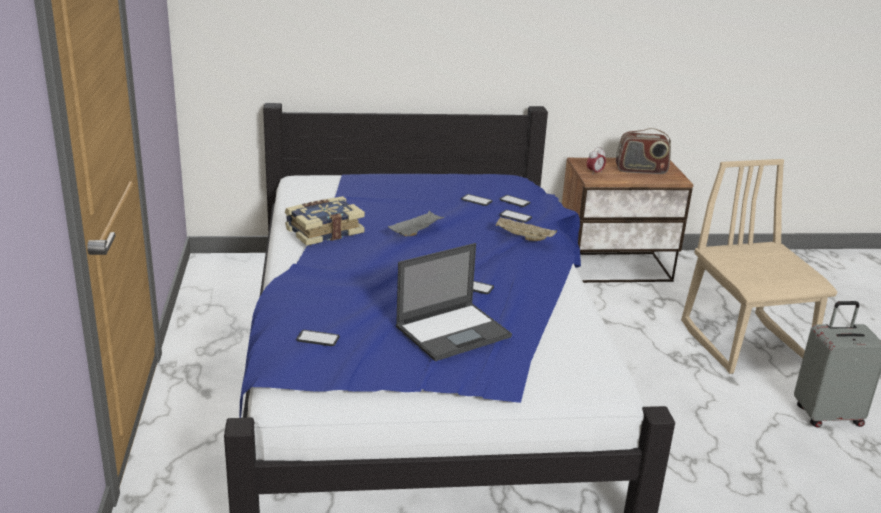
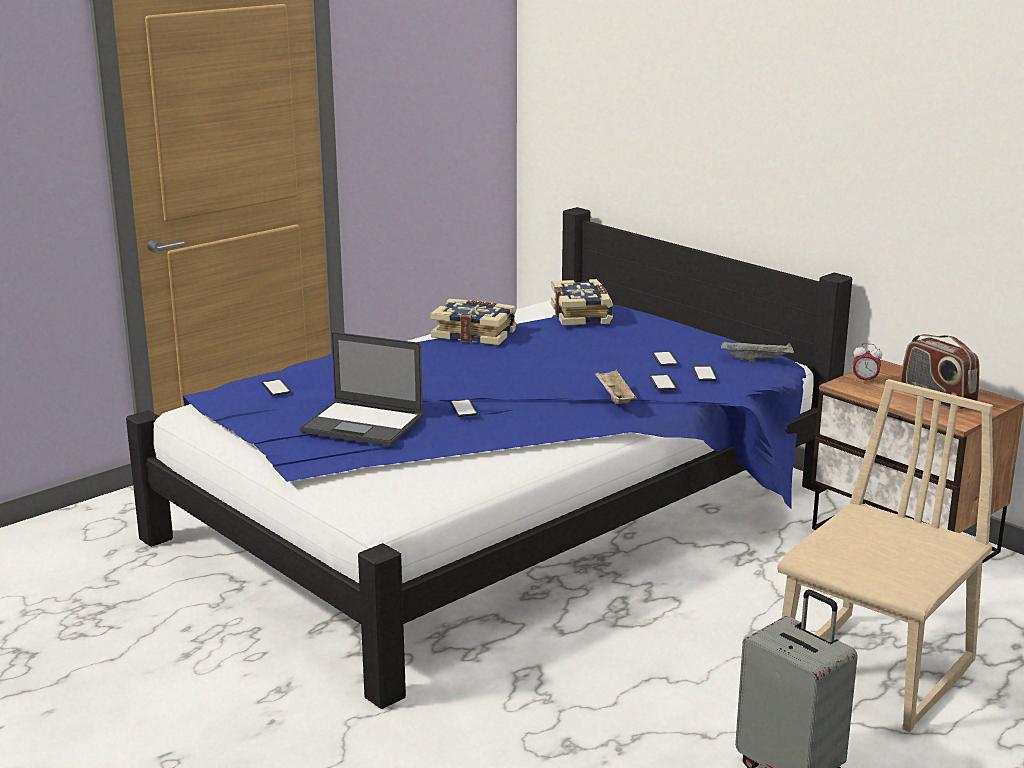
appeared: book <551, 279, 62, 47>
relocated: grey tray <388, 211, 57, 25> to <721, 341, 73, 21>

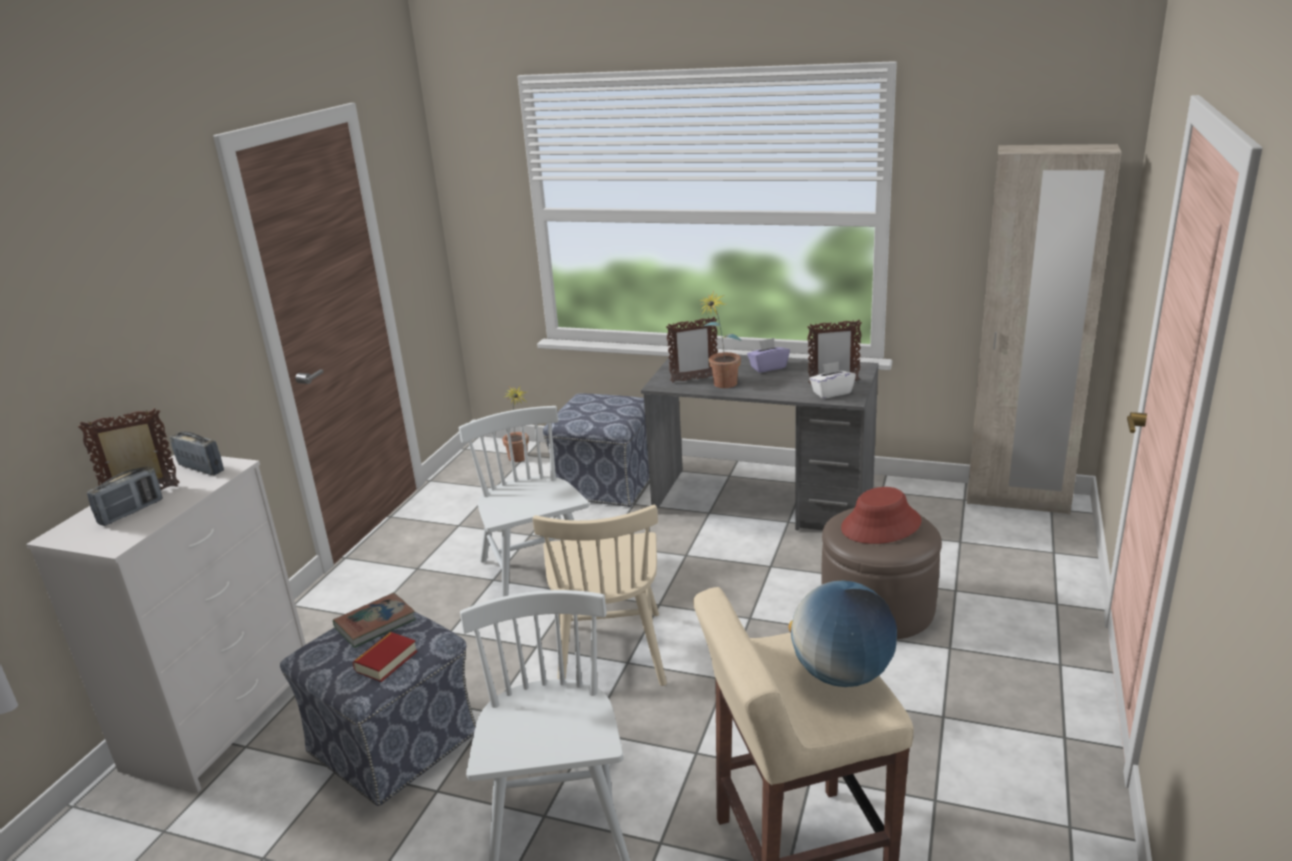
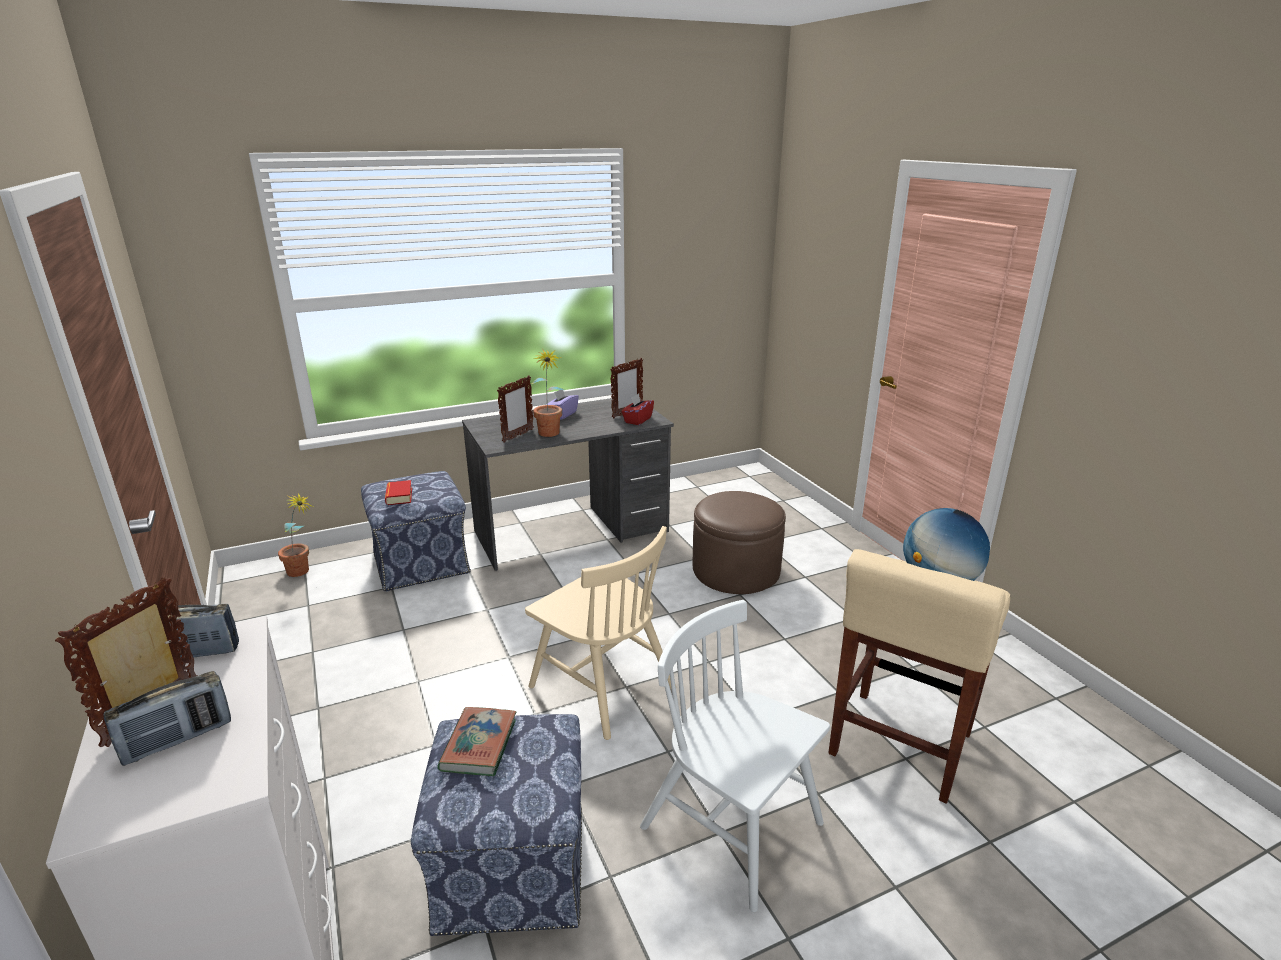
missing: white chair <459, 406, 130, 191>; red hat <841, 487, 80, 57>; beige wardrobe <967, 144, 155, 370>
relocated: book <352, 632, 65, 50> to <385, 480, 27, 25>
colour: white tissue box <809, 361, 47, 38> to red tissue box <622, 393, 32, 32>
spun: radio <87, 466, 76, 60> = <104, 671, 127, 95> 60 degrees clockwise

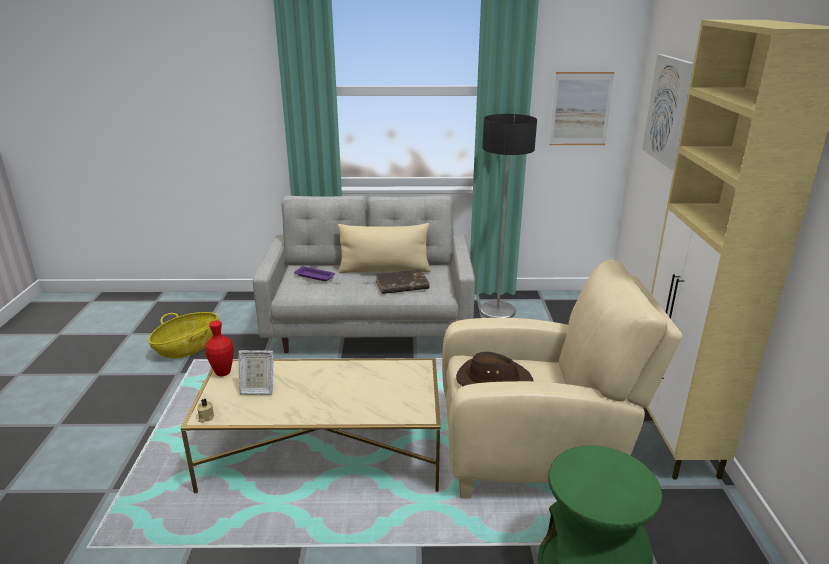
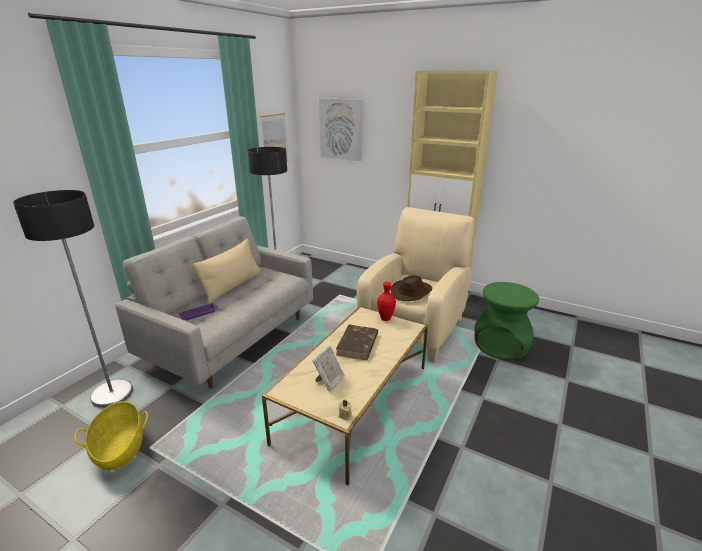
appeared: floor lamp <13, 190, 120, 218>
relocated: brown book <375, 269, 55, 25> to <336, 325, 42, 35>; red vase <205, 320, 29, 56> to <377, 282, 19, 39>

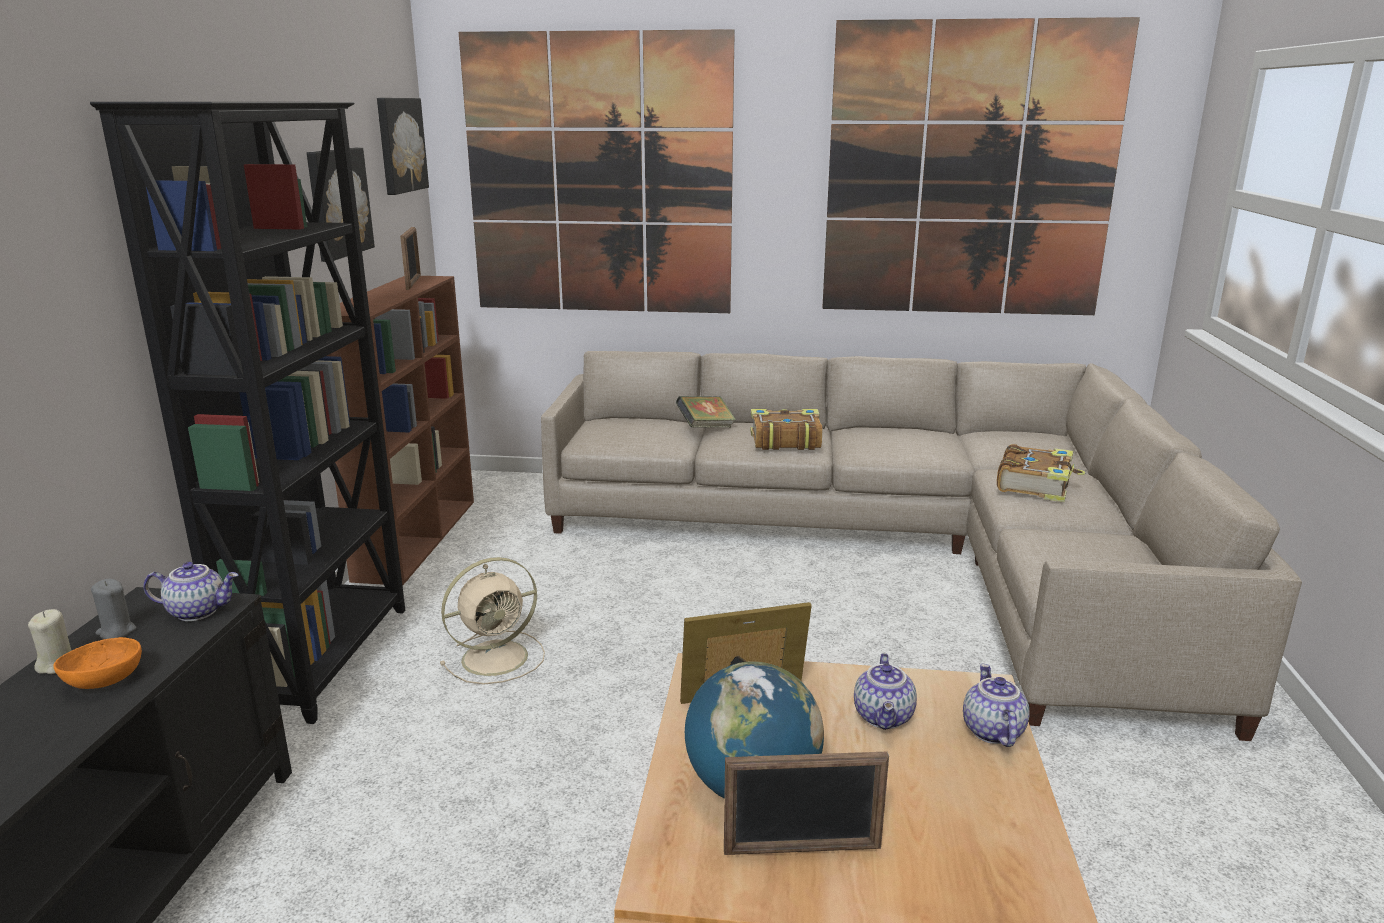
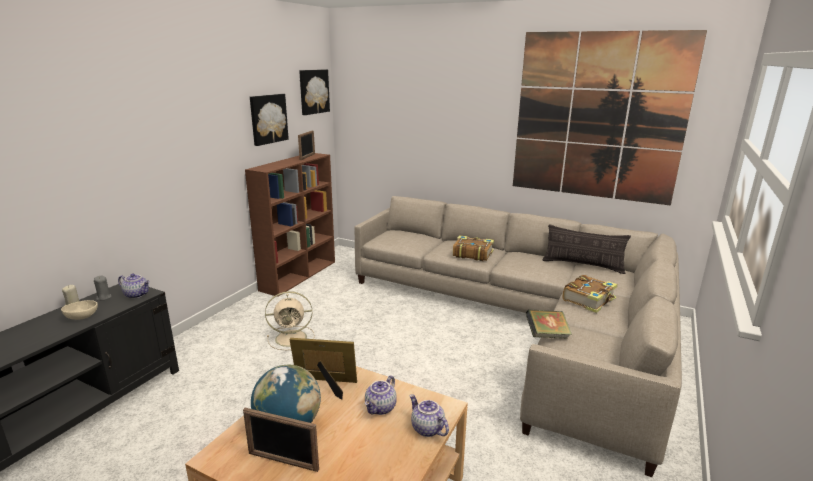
missing: black bookcase <90, 102, 315, 622>; picture <459, 29, 276, 284>
appeared: pillow <542, 224, 89, 50>
relocated: book <676, 396, 60, 31> to <526, 309, 46, 30>
colour: orange bowl <53, 637, 89, 52> to beige bowl <61, 300, 37, 20>
spun: teapot <963, 664, 67, 83> = <409, 394, 40, 43> 60 degrees counterclockwise

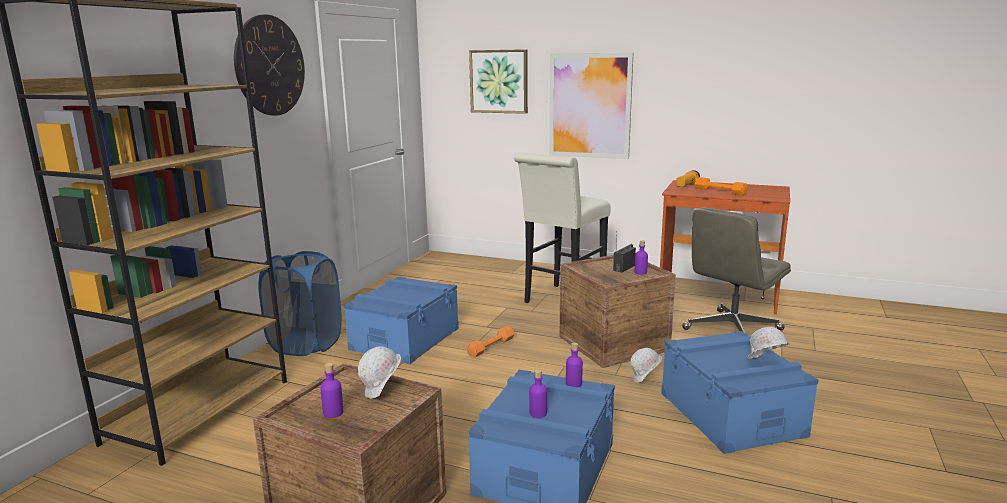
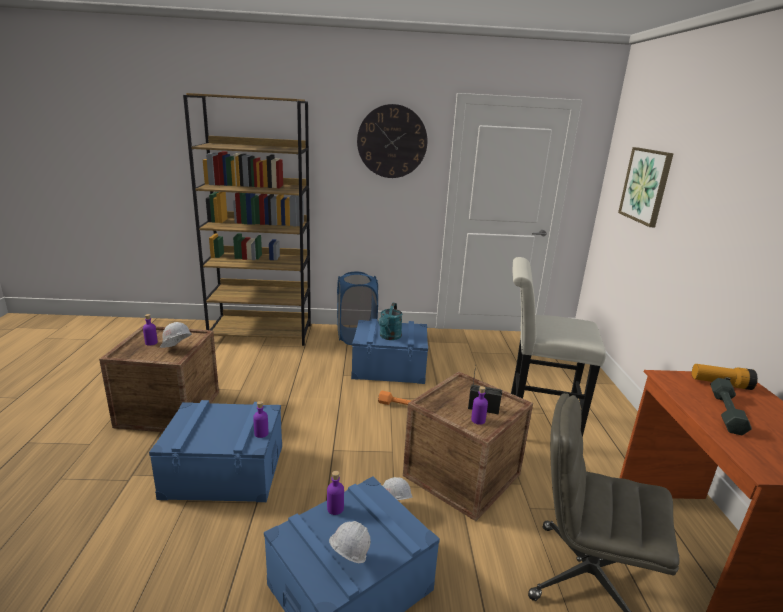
missing: picture <549, 52, 85, 107>
appeared: turquoise watering can <378, 303, 24, 37>
relocated: purple bottle <529, 369, 18, 49> to <327, 471, 17, 44>
colour: orange dumbbell <695, 177, 53, 18> to grey dumbbell <710, 378, 42, 57>

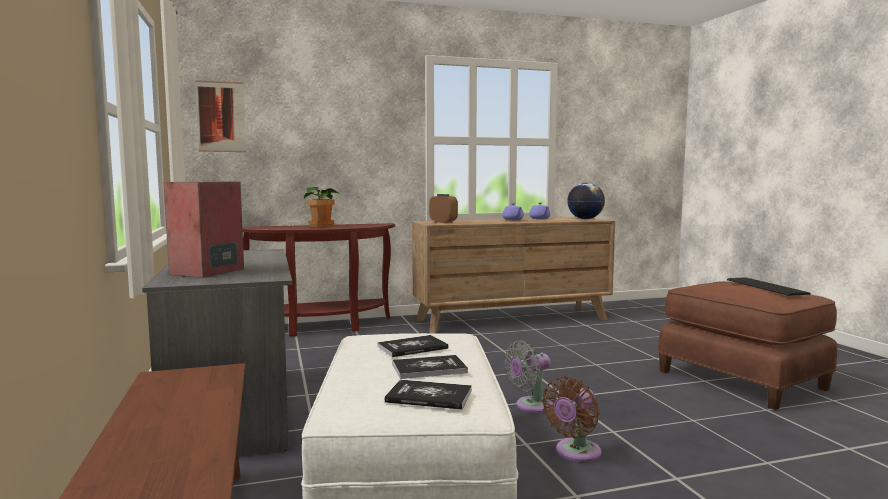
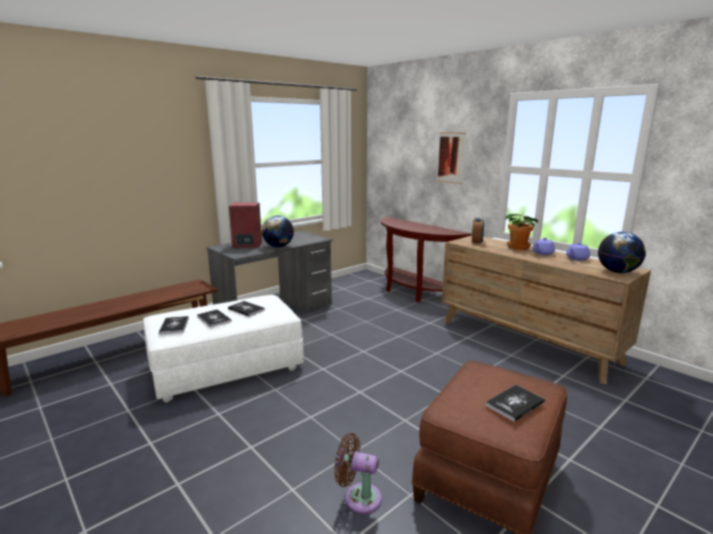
missing: grey fan <505, 340, 48, 73>
appeared: globe <262, 216, 32, 31>
relocated: brown fan <542, 376, 59, 86> to <334, 433, 48, 81>; picture <195, 80, 51, 72> to <436, 132, 30, 52>; potted plant <304, 187, 36, 41> to <506, 213, 32, 37>
exchanged: keyboard <727, 277, 84, 19> to book <485, 385, 60, 37>

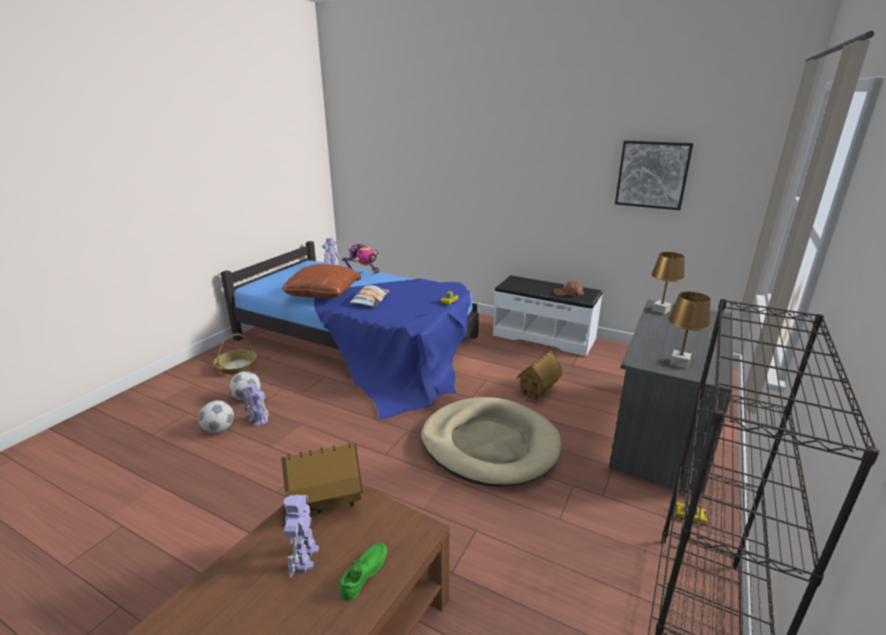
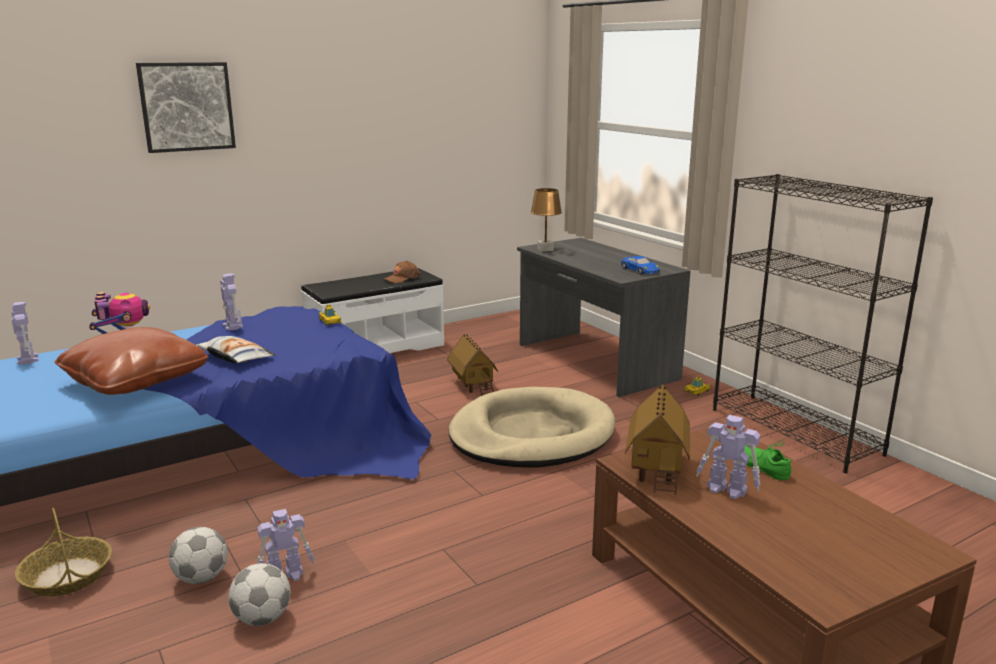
appeared: toy robot <220, 274, 23, 56>
relocated: picture <615, 140, 78, 70> to <136, 62, 100, 91>
exchanged: brown table lamp <668, 292, 43, 76> to blue toy car <621, 256, 38, 18>

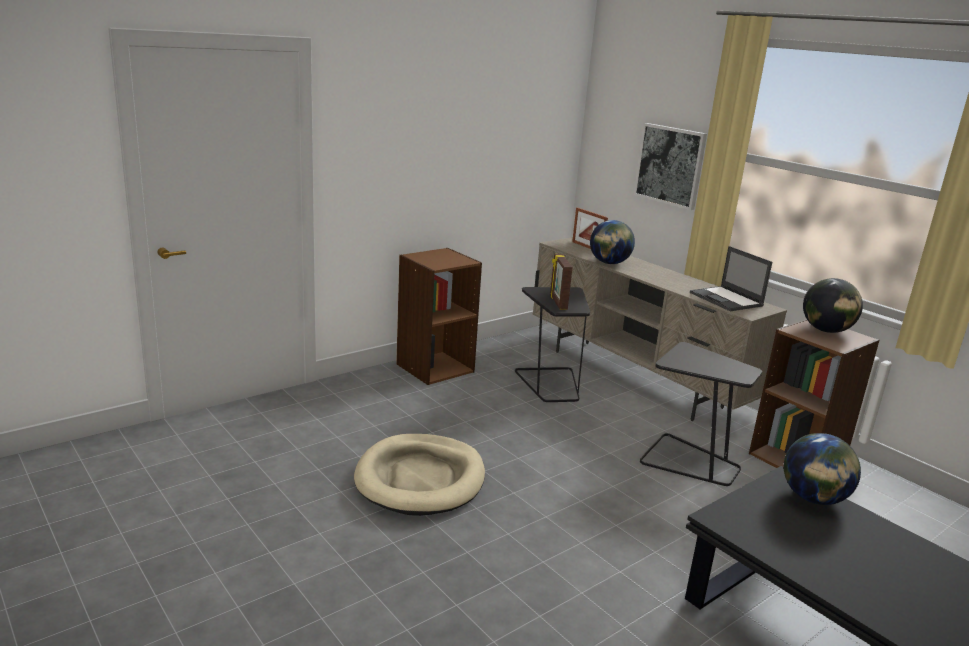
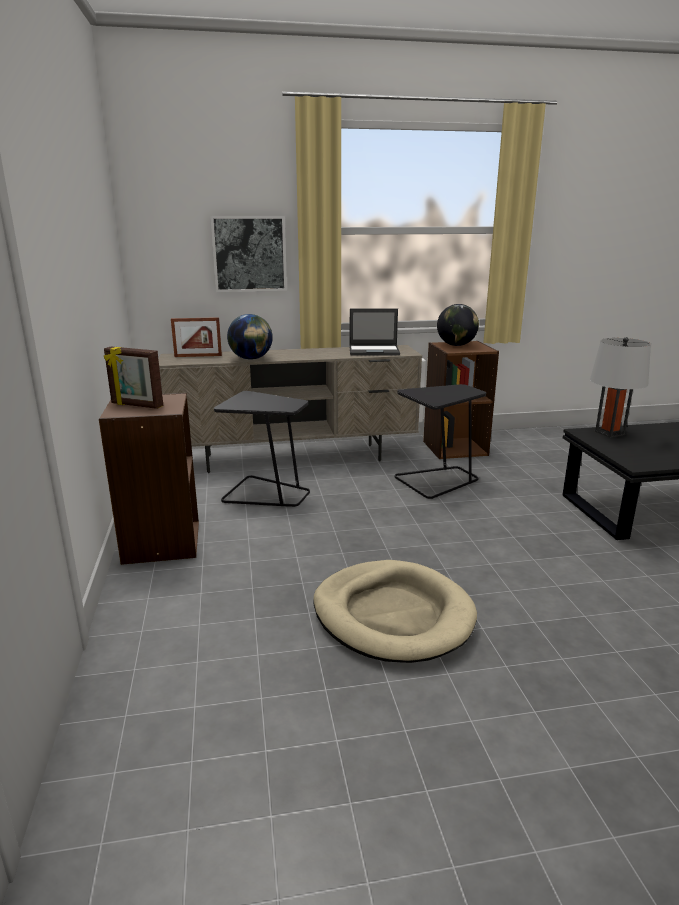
relocated: picture frame <550, 254, 23, 56> to <104, 347, 60, 62>
exchanged: globe <784, 433, 77, 72> to grey table lamp <590, 337, 61, 101>

